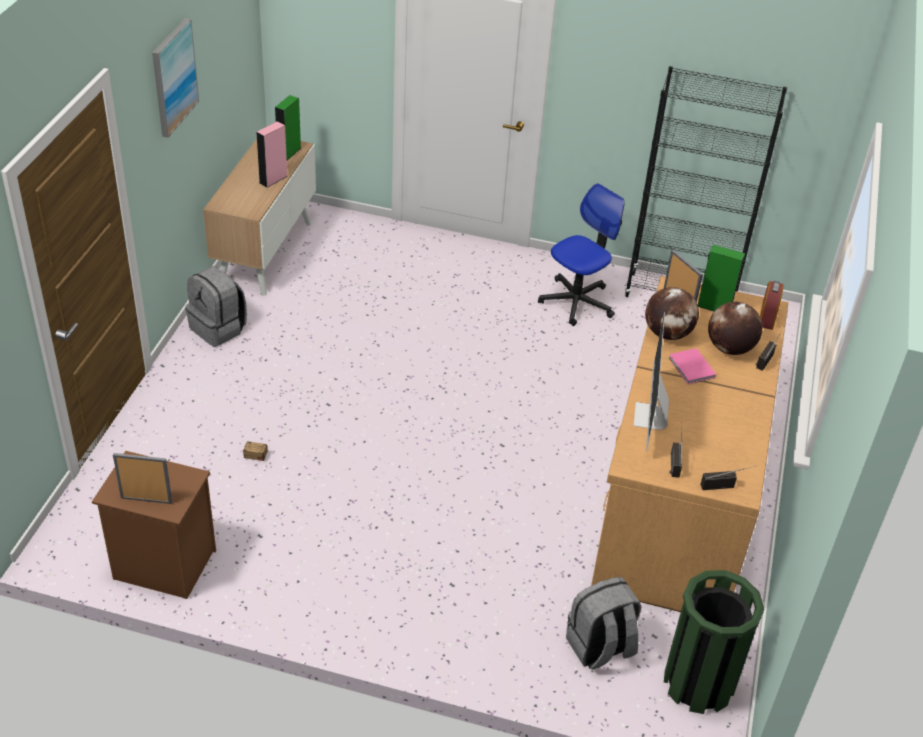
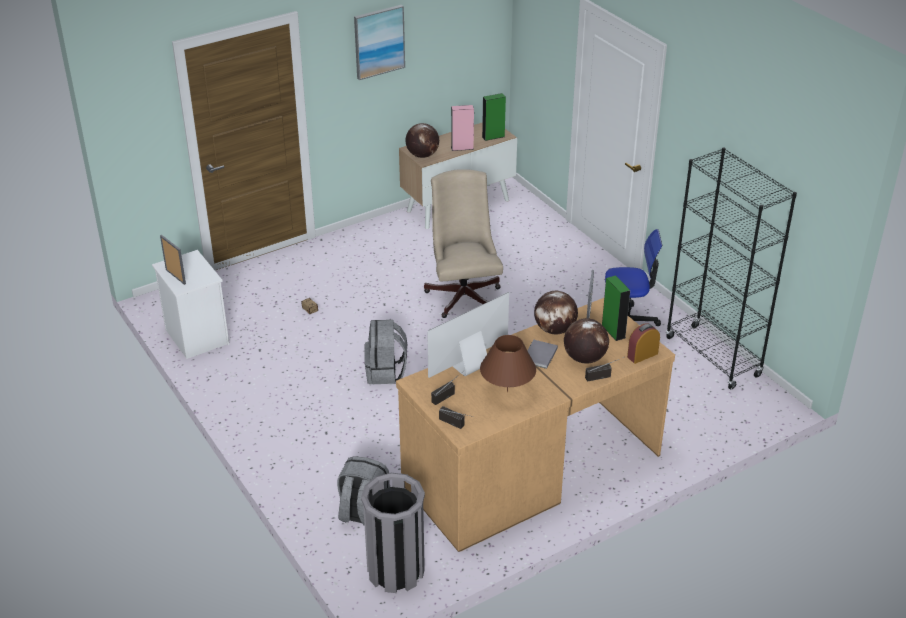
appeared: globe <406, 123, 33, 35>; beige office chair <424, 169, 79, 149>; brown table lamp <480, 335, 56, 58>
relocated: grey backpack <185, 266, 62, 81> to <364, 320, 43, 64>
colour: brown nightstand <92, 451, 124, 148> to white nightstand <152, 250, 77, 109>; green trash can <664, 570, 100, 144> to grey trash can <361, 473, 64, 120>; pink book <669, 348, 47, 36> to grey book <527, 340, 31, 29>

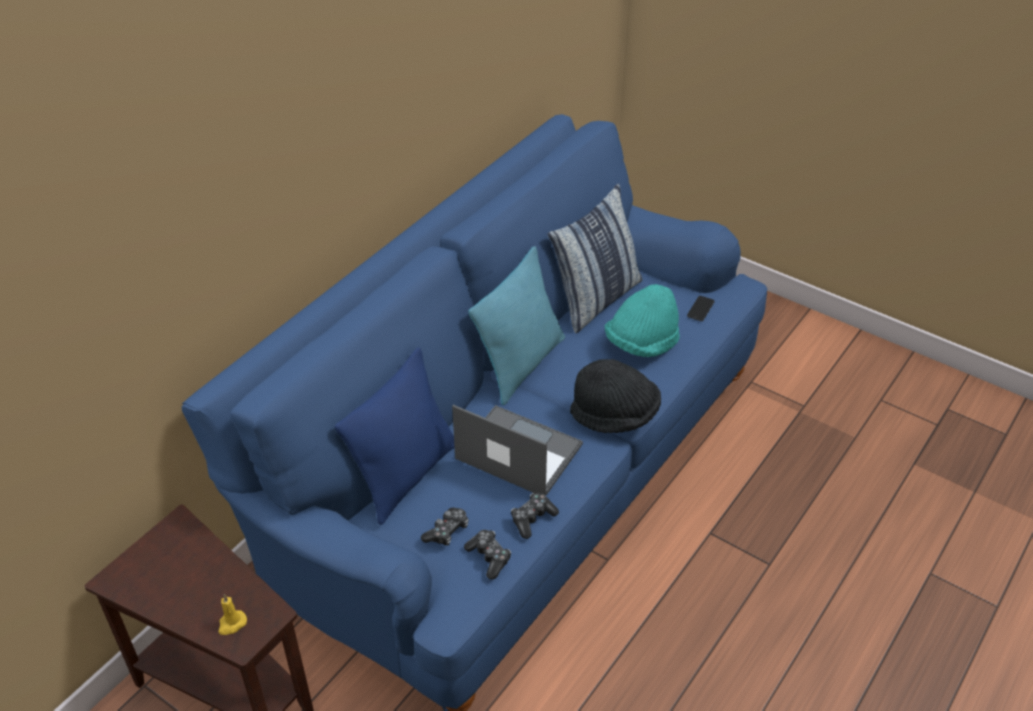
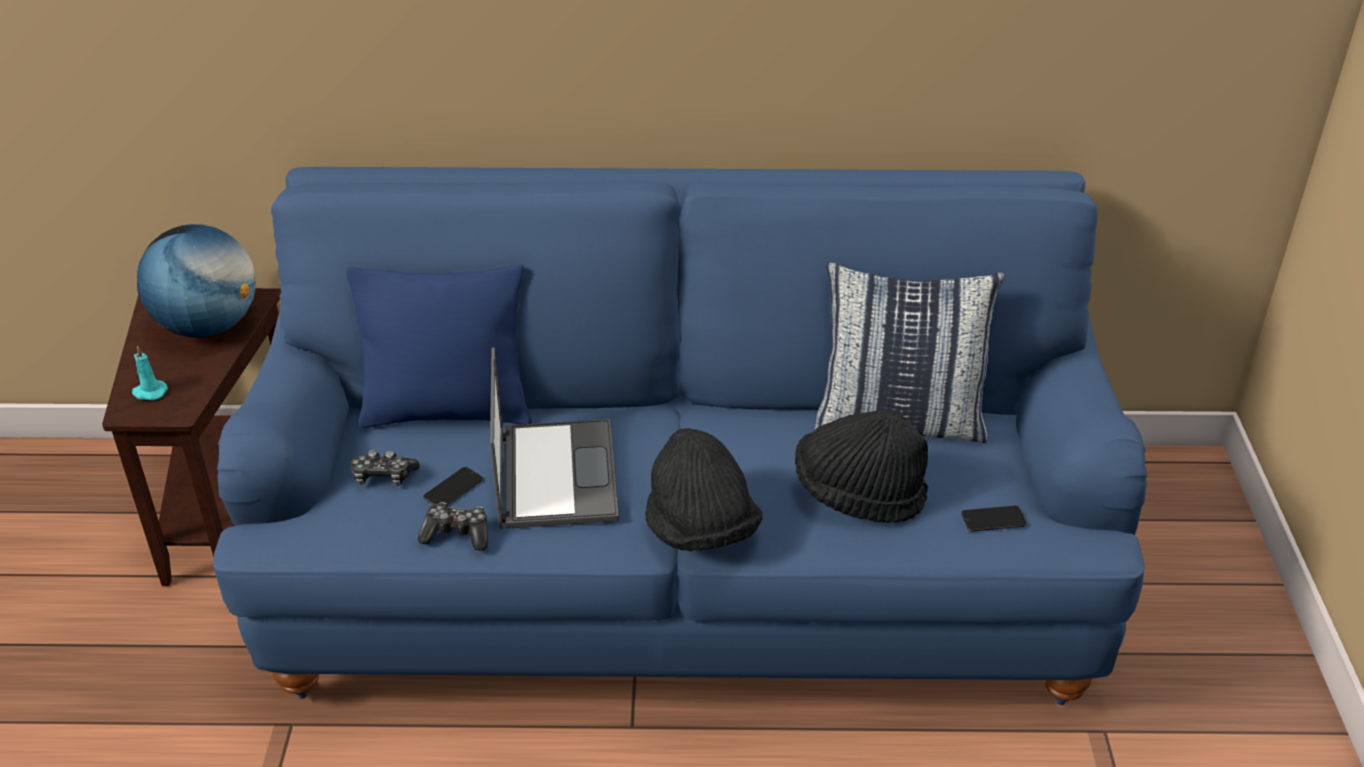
missing: game controller <464, 530, 47, 49>; turquoise pillow <468, 246, 97, 159>
appeared: globe <137, 224, 119, 114>; phone <423, 467, 60, 39>
colour: yellow candle <218, 594, 29, 41> to turquoise candle <132, 346, 36, 54>; turquoise hat <605, 284, 75, 73> to black hat <795, 410, 133, 113>

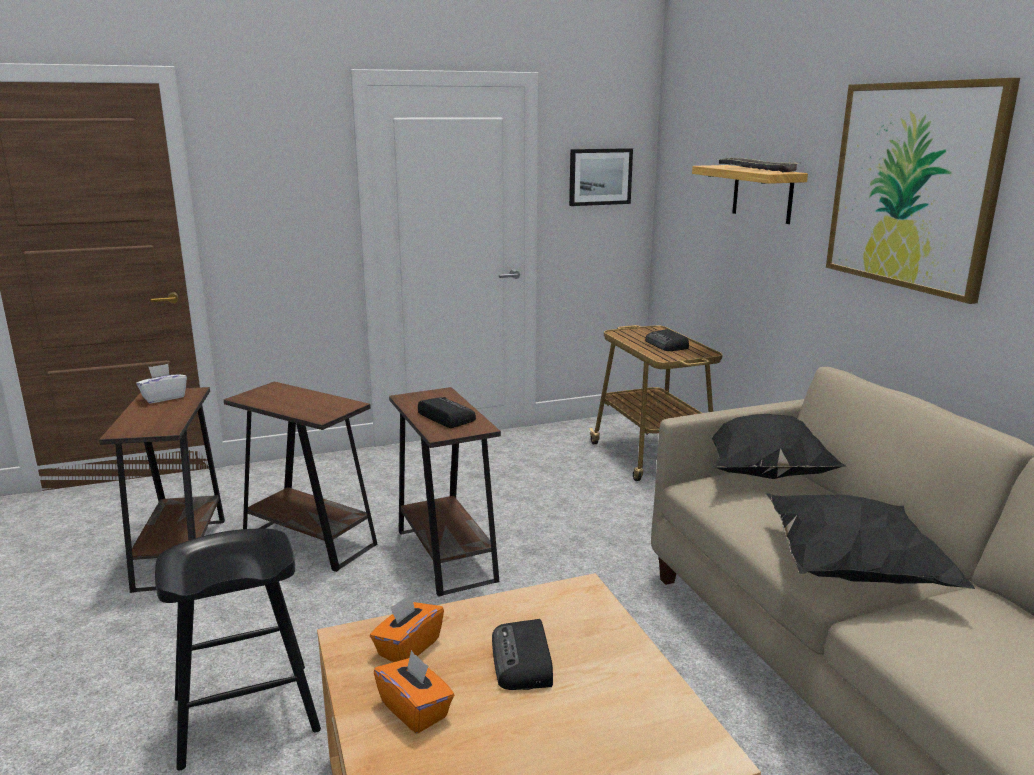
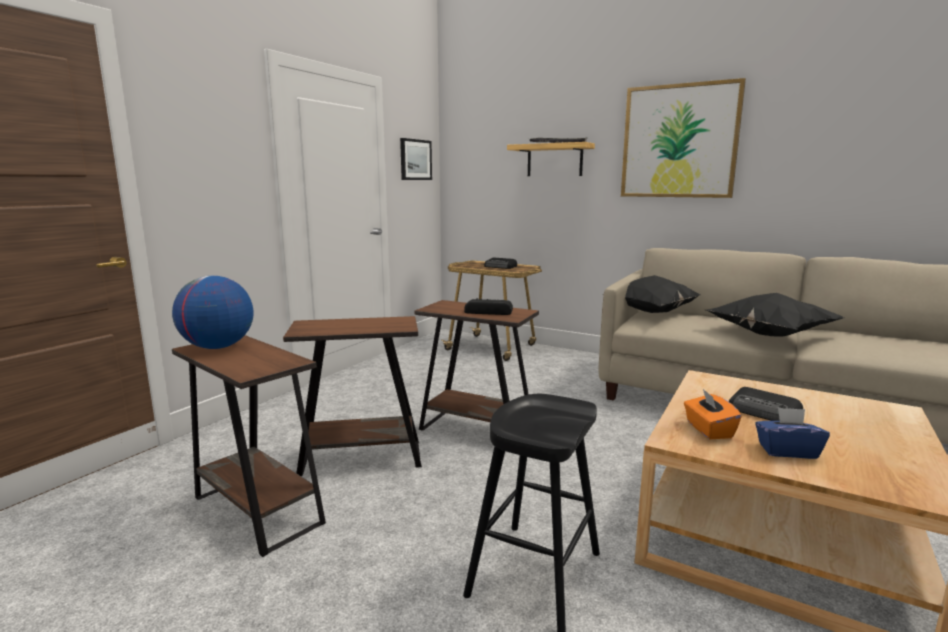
exchanged: white tissue box <136, 364, 51, 40> to globe <172, 276, 82, 73>
colour: orange tissue box <374, 650, 80, 84> to blue tissue box <755, 407, 75, 52>

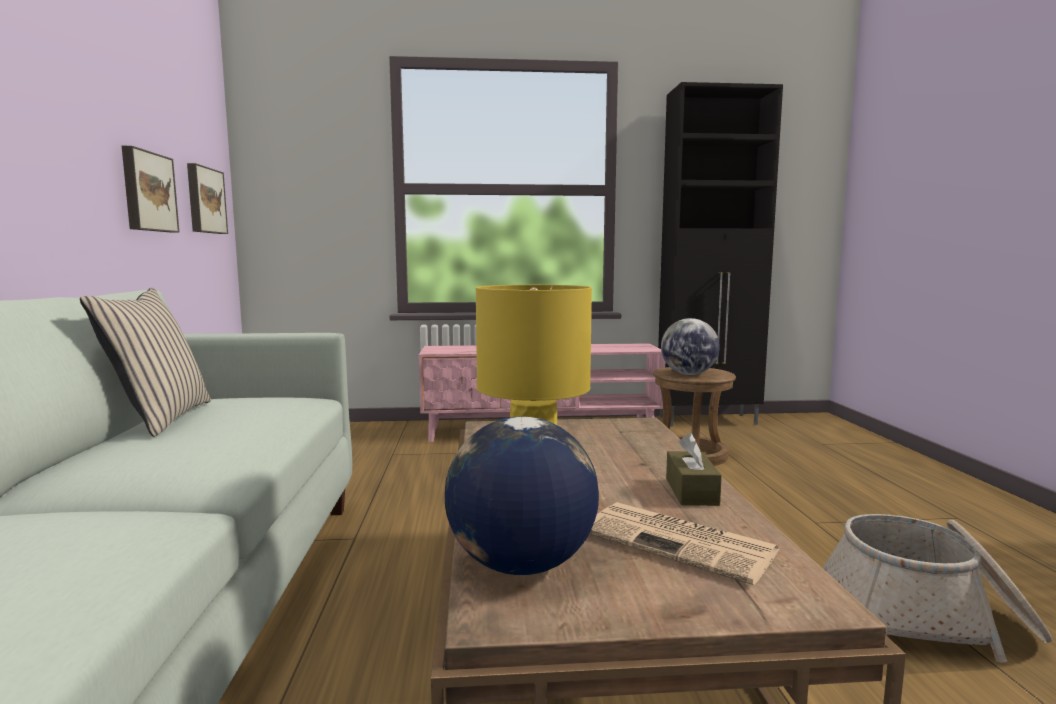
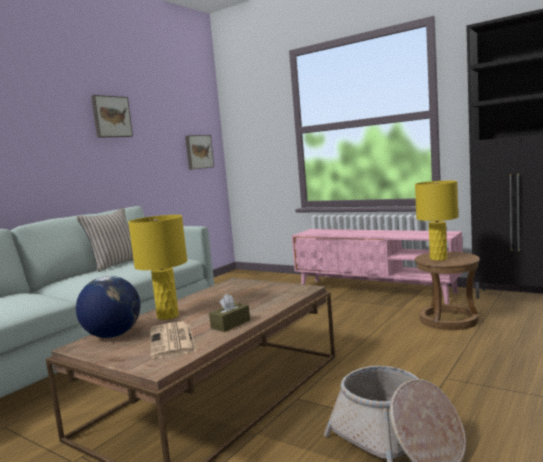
relocated: picture <122, 146, 57, 87> to <91, 95, 42, 43>
exchanged: globe <661, 318, 59, 57> to yellow table lamp <415, 181, 43, 80>

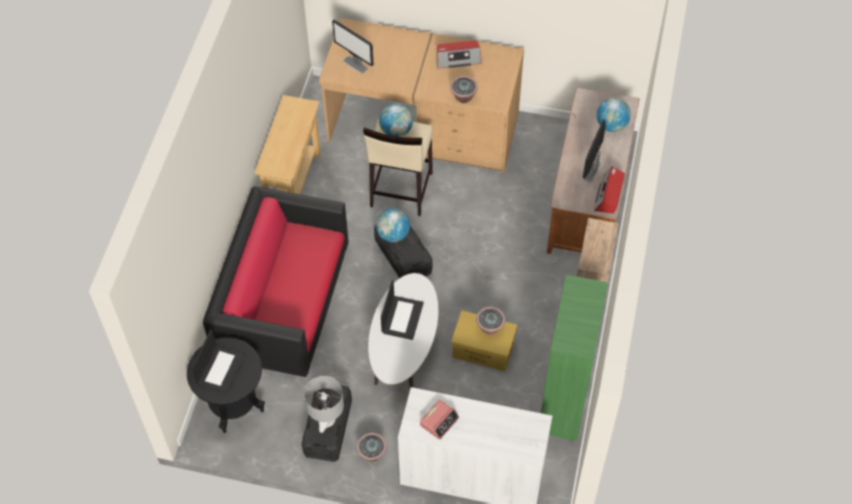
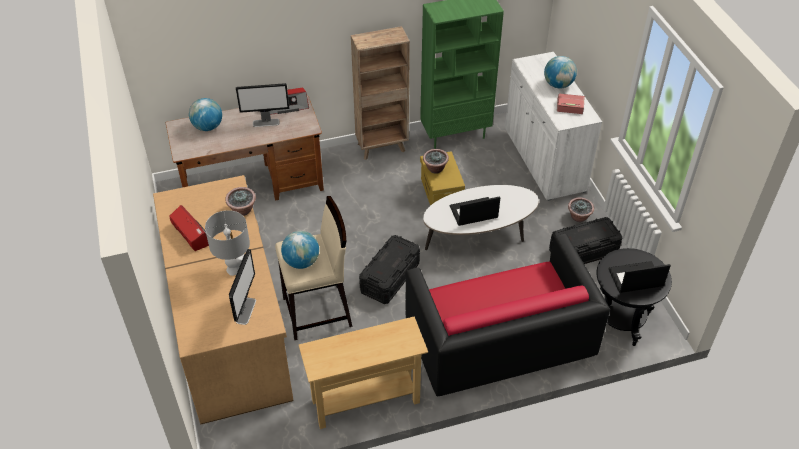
relocated: grey table lamp <304, 376, 40, 57> to <205, 210, 45, 66>; globe <376, 208, 34, 34> to <544, 56, 33, 33>

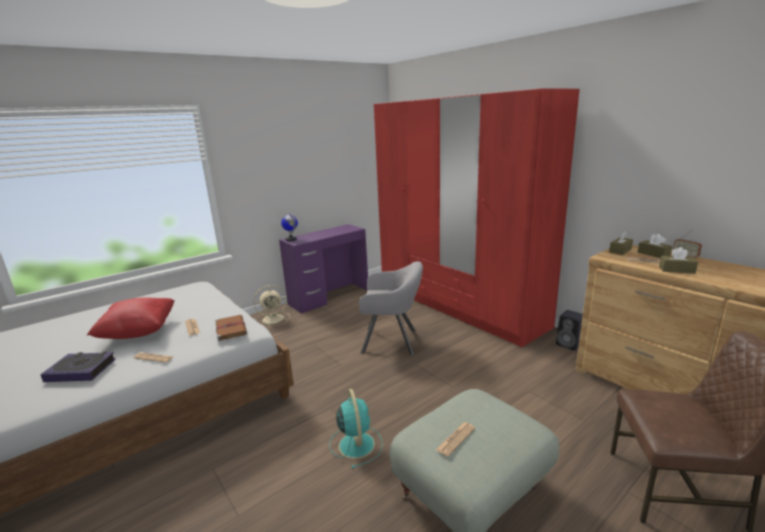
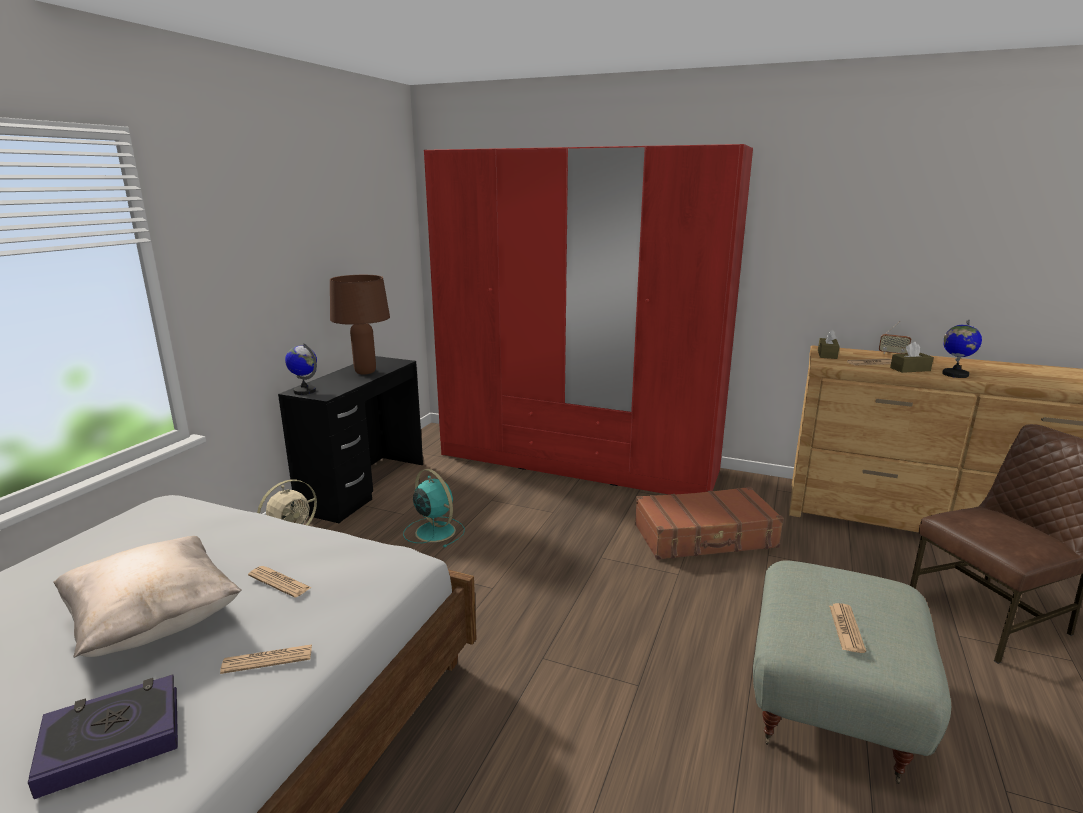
missing: brown book <215, 315, 32, 26>; grey armchair <359, 261, 64, 94>; black speaker <556, 310, 27, 41>; brown tissue box <638, 234, 34, 24>
appeared: brown table lamp <330, 275, 60, 99>; brown suitcase <635, 487, 149, 73>; globe <942, 320, 40, 58>
relocated: turquoise fan <329, 389, 54, 79> to <403, 469, 62, 79>
colour: red pillow <87, 297, 87, 42> to beige pillow <54, 536, 188, 122>; purple desk <279, 224, 89, 90> to black desk <278, 356, 145, 167>

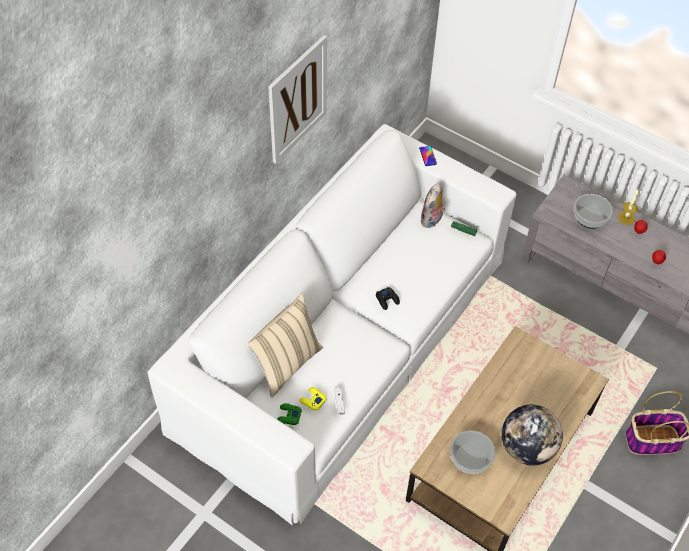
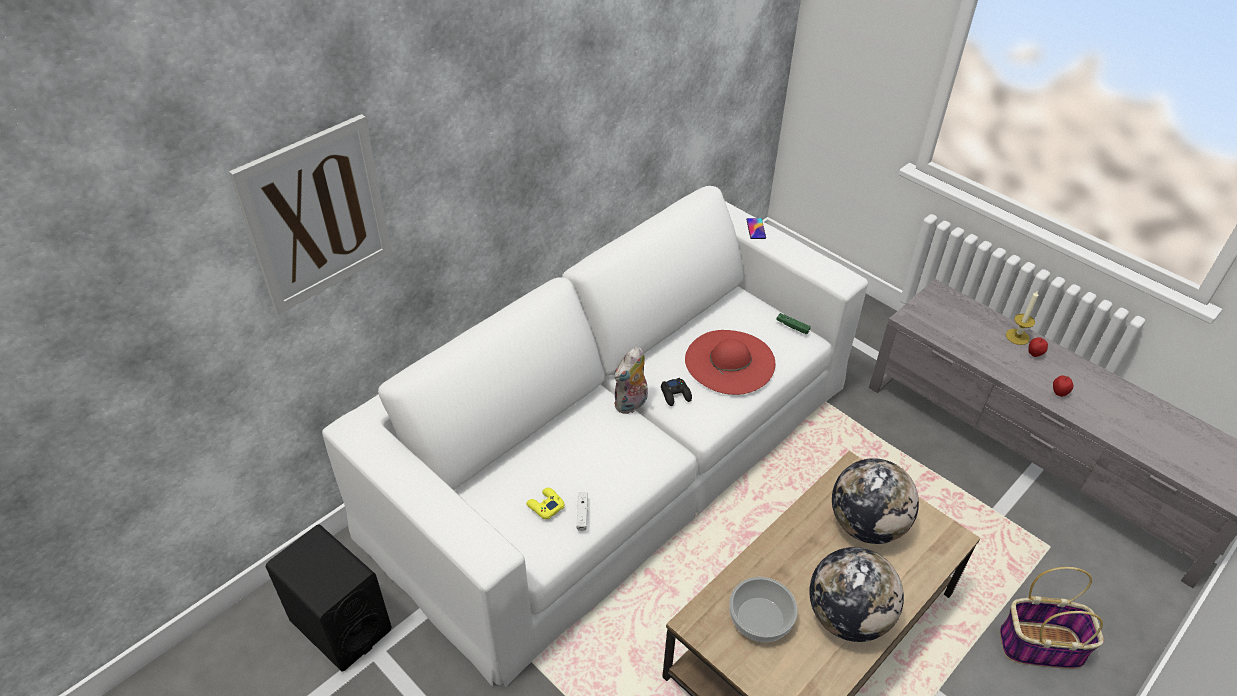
missing: beige pillow <248, 293, 75, 105>; green game controller <277, 403, 25, 22>; bowl <573, 194, 40, 35>
appeared: black speaker <266, 524, 126, 148>; red hat <685, 330, 90, 65>; globe <832, 458, 87, 86>
relocated: picture <268, 35, 59, 129> to <229, 114, 163, 201>; plush toy <421, 183, 24, 45> to <614, 347, 34, 67>

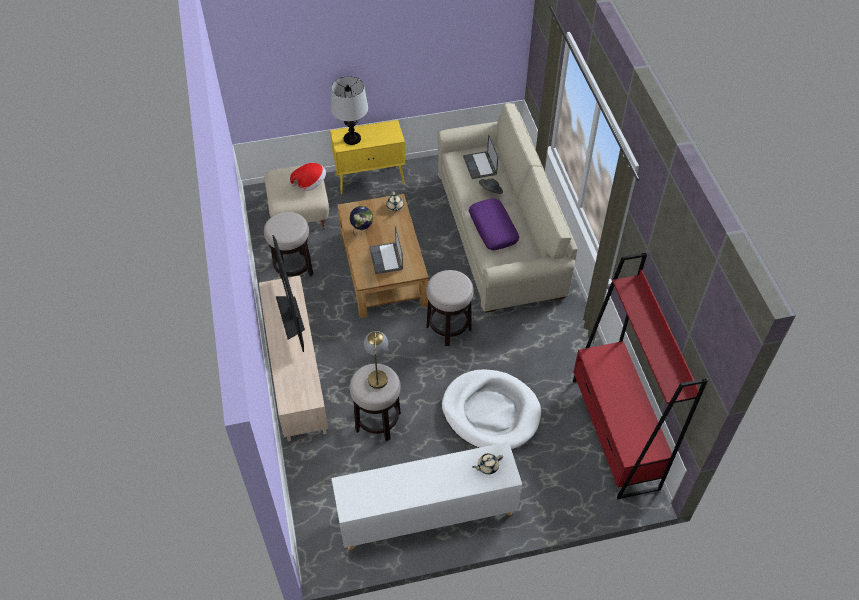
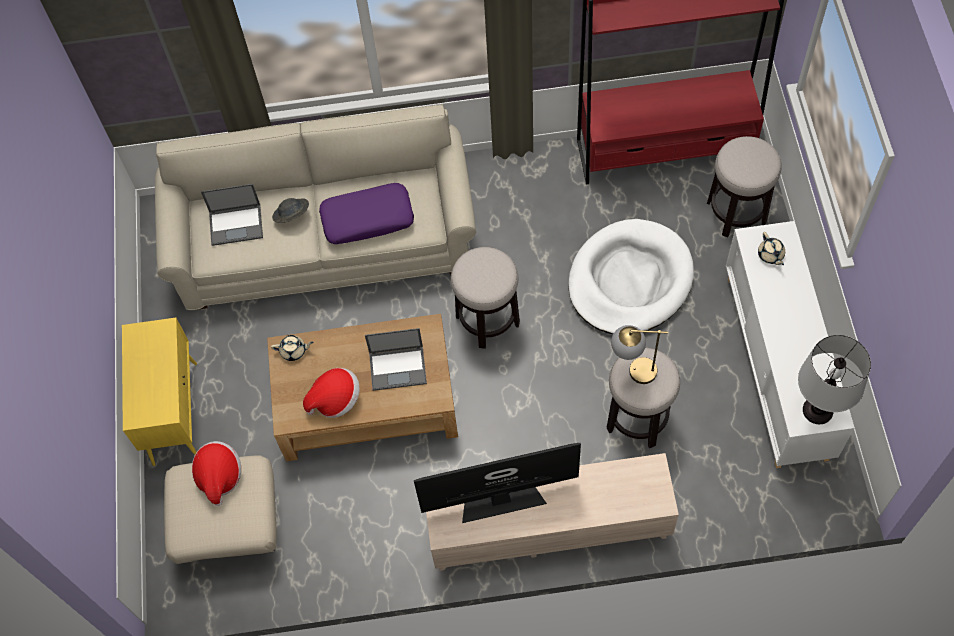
relocated: stool <264, 212, 49, 67> to <707, 136, 75, 101>; table lamp <331, 76, 37, 69> to <798, 335, 73, 89>
exchanged: globe <349, 206, 24, 29> to hat <303, 368, 56, 50>

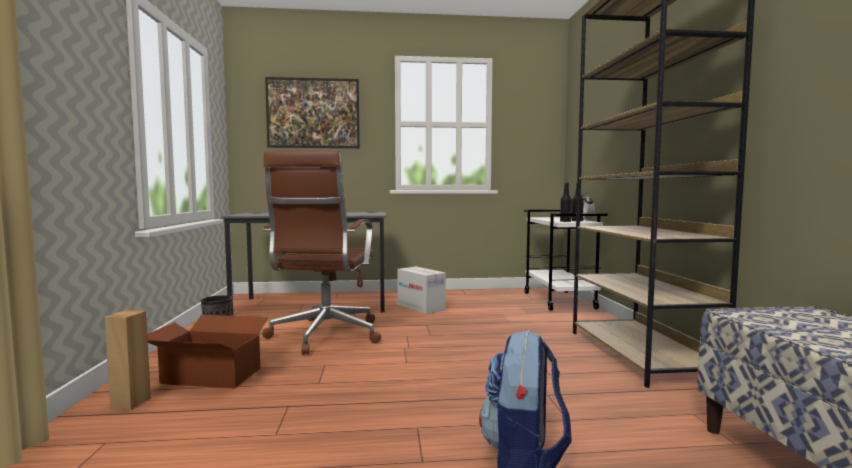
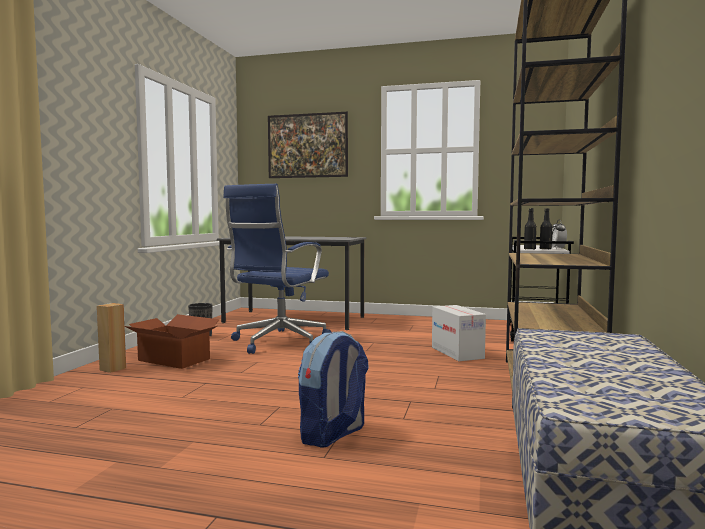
relocated: cardboard box <397, 266, 49, 48> to <432, 305, 54, 56>
colour: brown office chair <262, 151, 119, 204> to blue office chair <223, 184, 108, 170>

